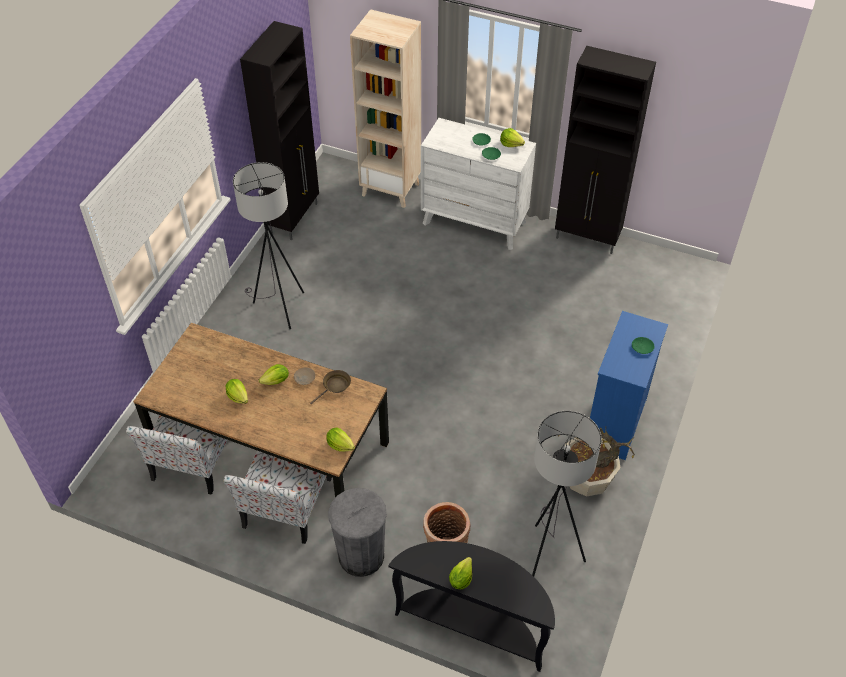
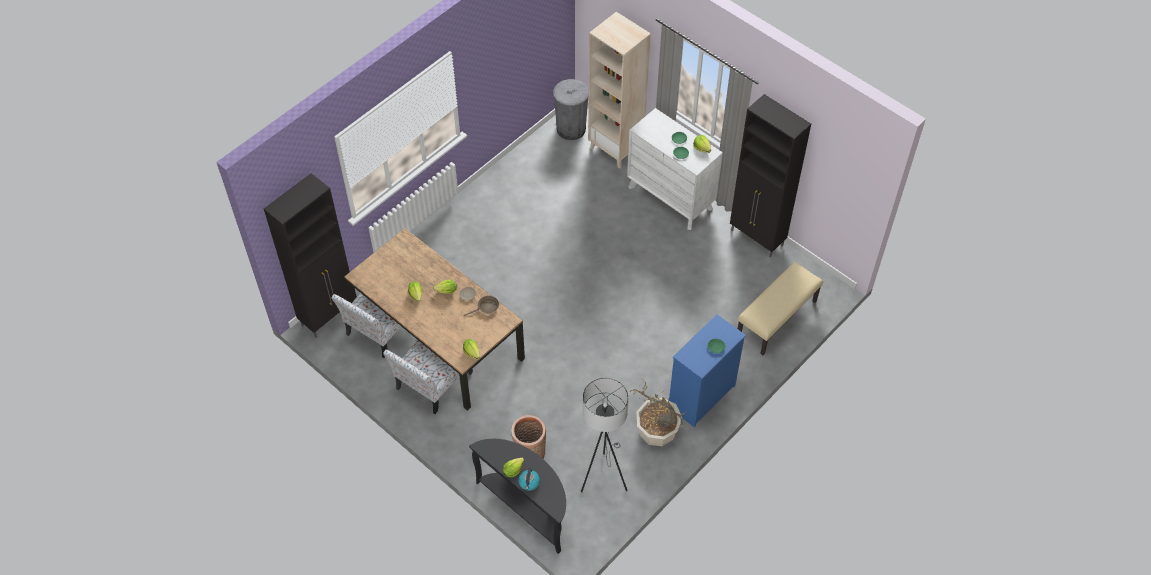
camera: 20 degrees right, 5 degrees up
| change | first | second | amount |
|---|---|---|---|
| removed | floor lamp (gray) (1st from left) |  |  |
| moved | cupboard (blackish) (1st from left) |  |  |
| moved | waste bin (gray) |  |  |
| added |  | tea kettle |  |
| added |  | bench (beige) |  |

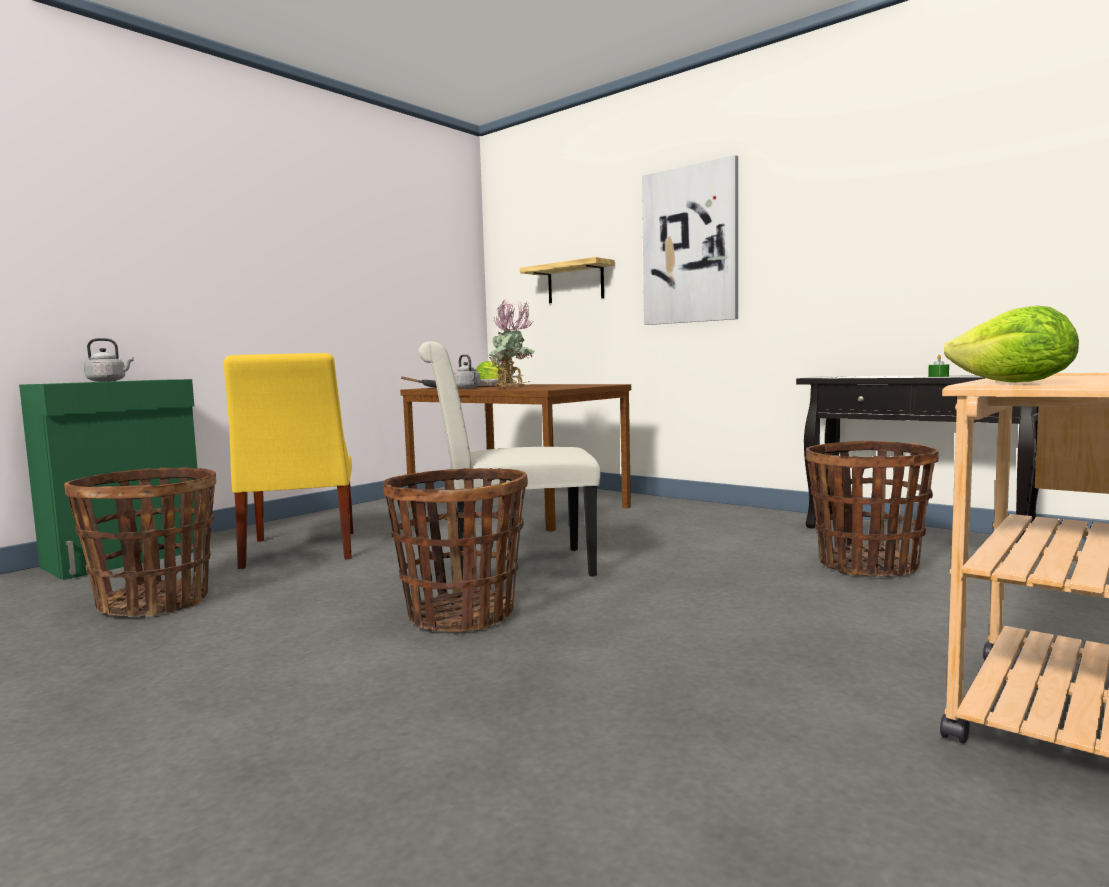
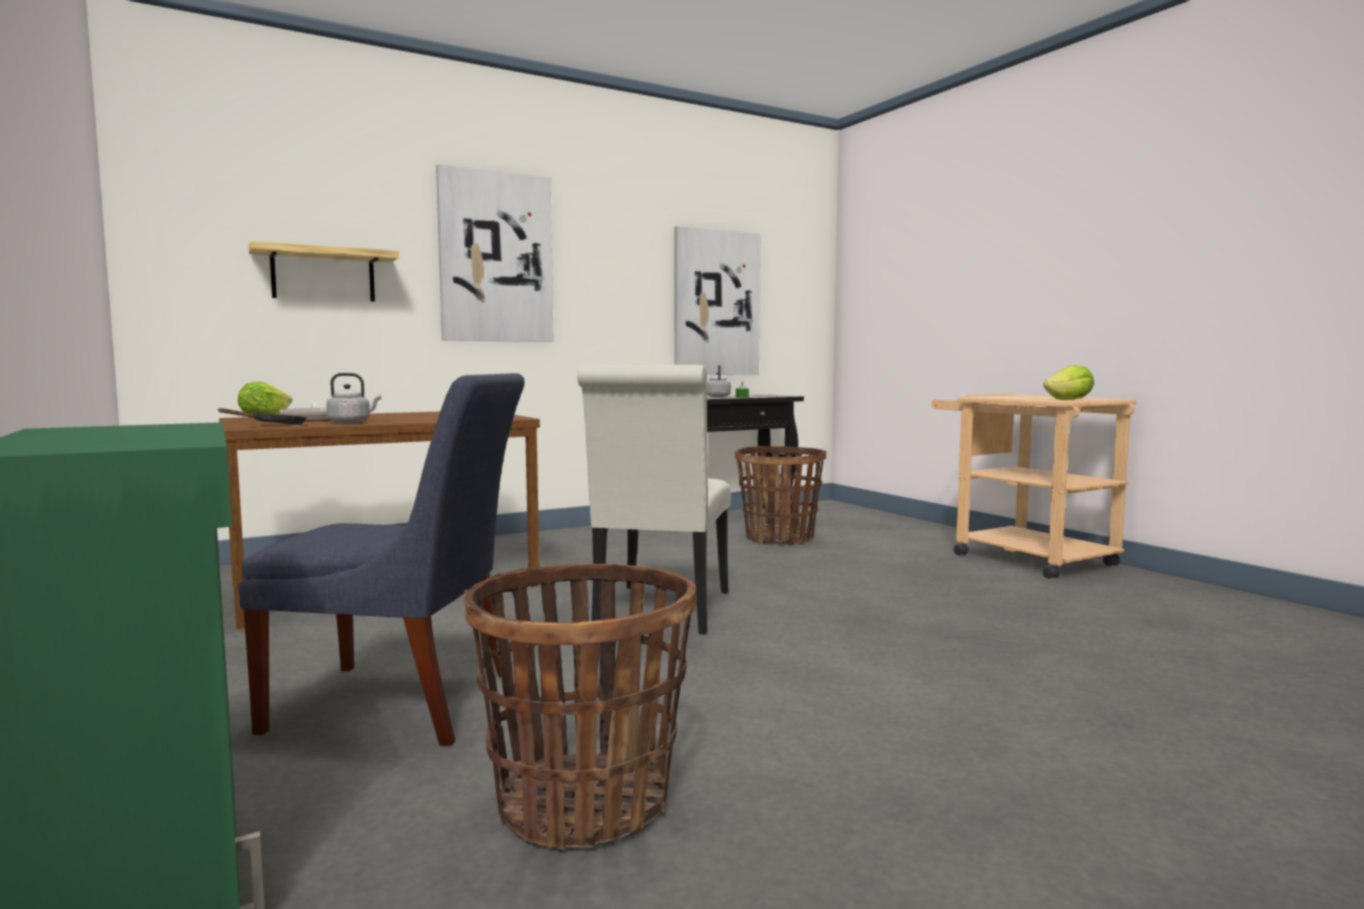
camera: 70 degrees left, 0 degrees up
| change | first | second | amount |
|---|---|---|---|
| moved | tea kettle (gray) (1st from left in the first image) | tea kettle (gray) (2nd from left) |  |
| recoloured | chair (yellow-coloured) | chair (blue) |  |
| removed | storage basket (2nd from left) |  |  |
| removed | plant in a pot |  |  |
| added |  | wall picture (2nd from left) |  |

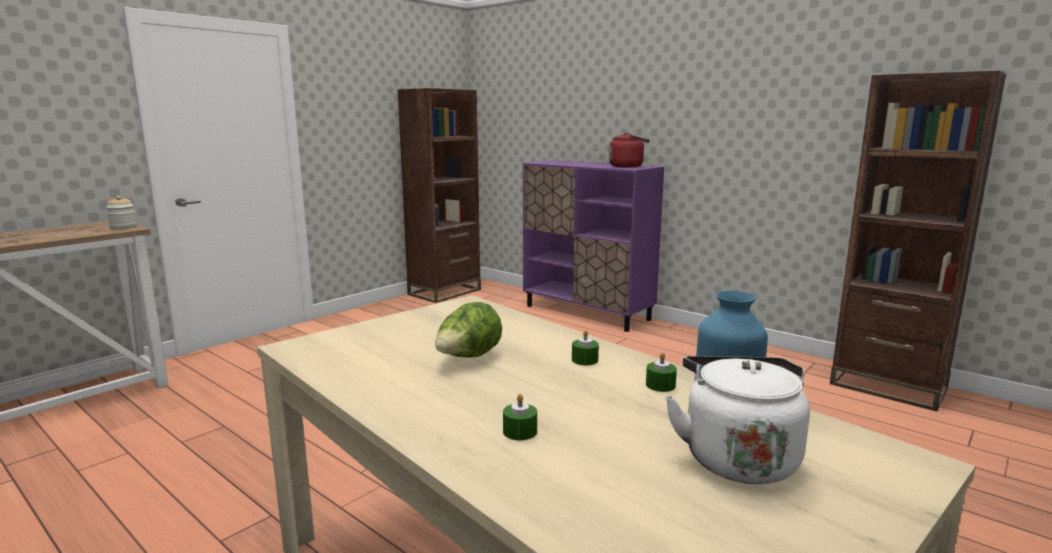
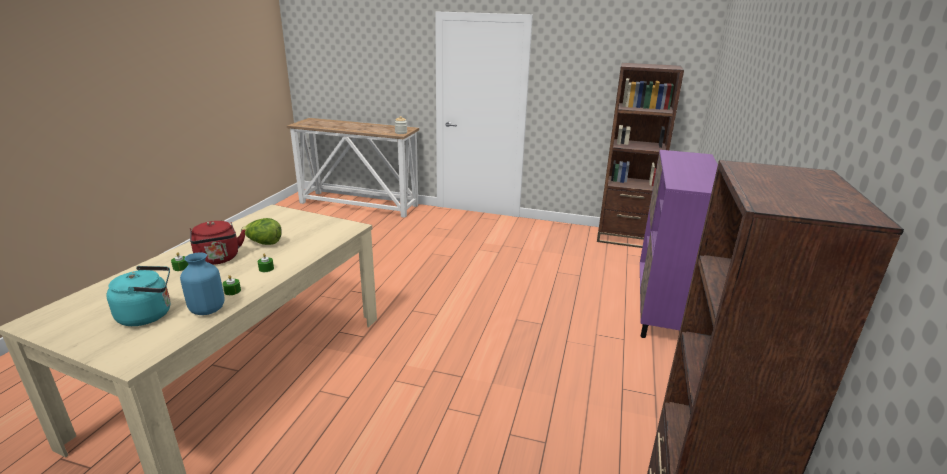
camera: 65 degrees right, 10 degrees up
| change | first | second | amount |
|---|---|---|---|
| moved | tea kettle (reddish) |  |  |
| recoloured | tea kettle (whitish) | tea kettle (turquoise-coloured) |  |

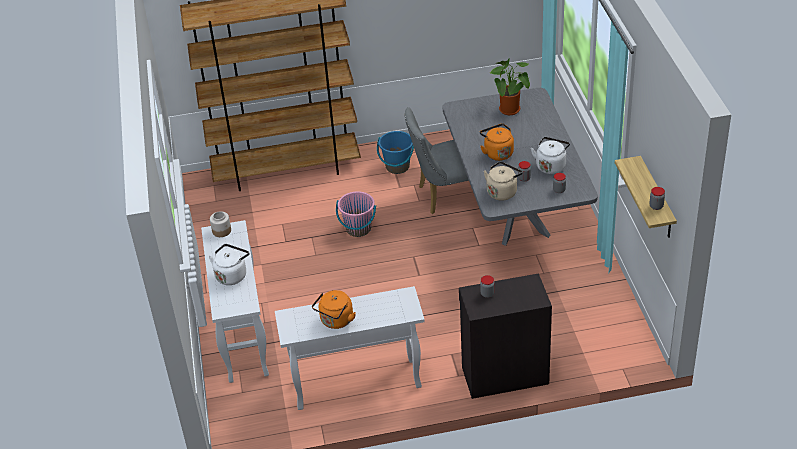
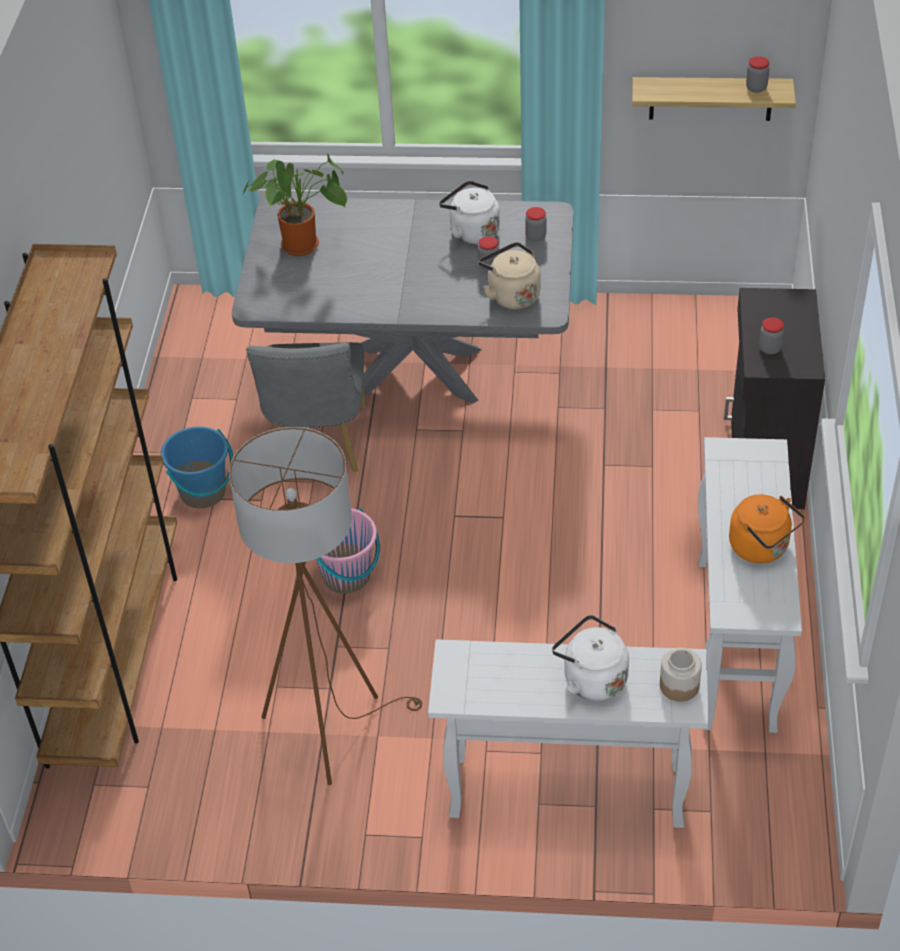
camera: 75 degrees left, 5 degrees up
| change | first | second | amount |
|---|---|---|---|
| moved | jar (1st from left in the first image) | jar (3rd from left) |  |
| removed | tea kettle (orangey) (2nd from left) |  |  |
| added |  | floor lamp (brownish) |  |

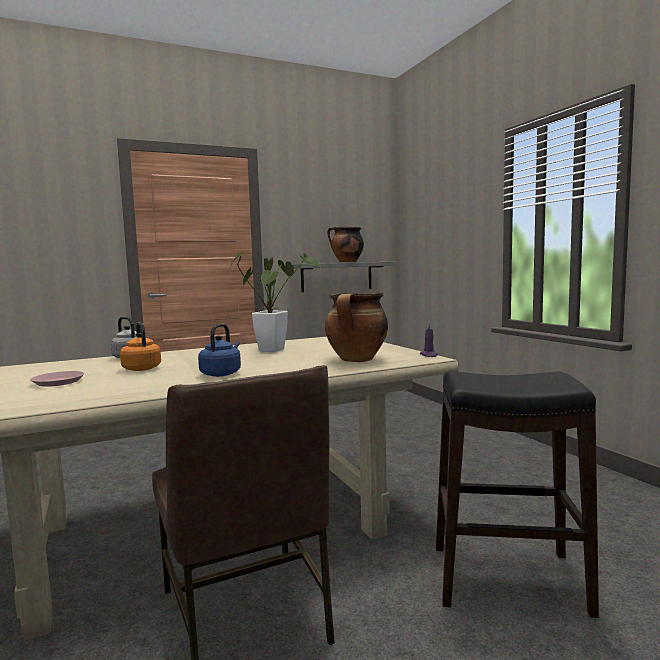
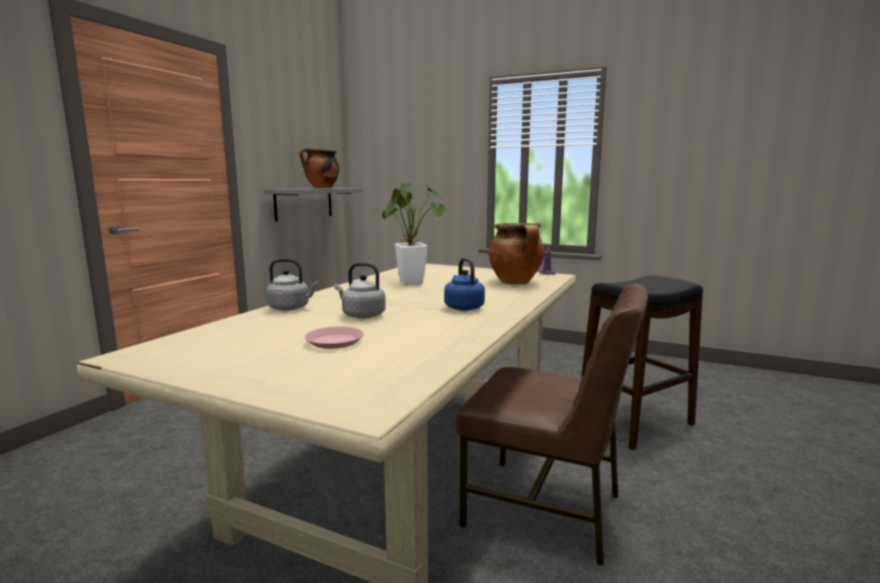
camera: 40 degrees left, 5 degrees up
| change | first | second | amount |
|---|---|---|---|
| recoloured | tea kettle (orangey) | tea kettle (gray) (2nd from left) |  |

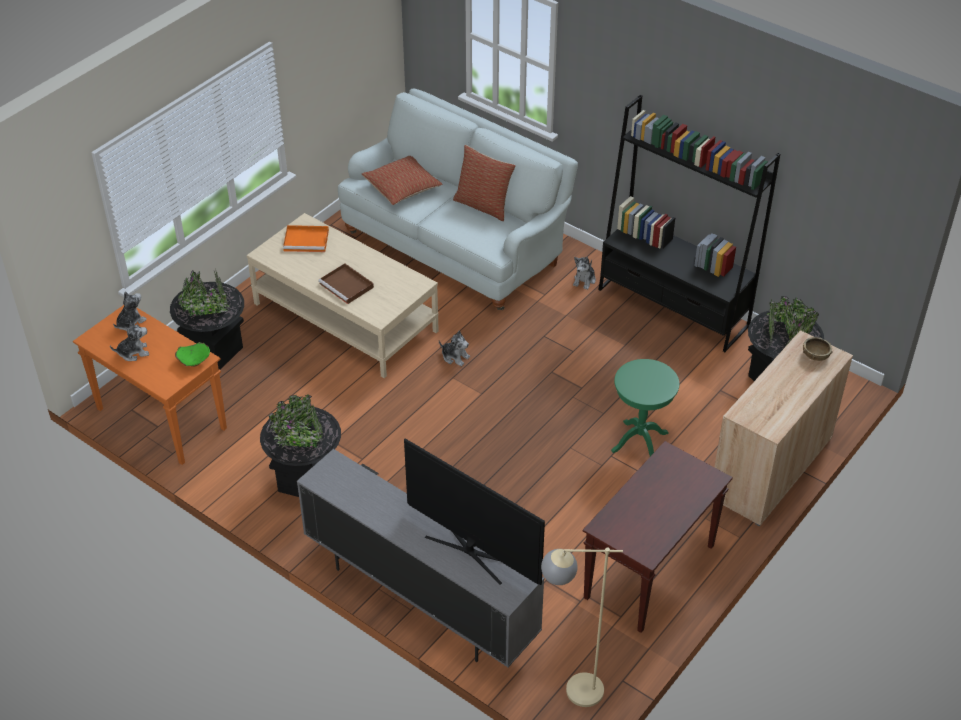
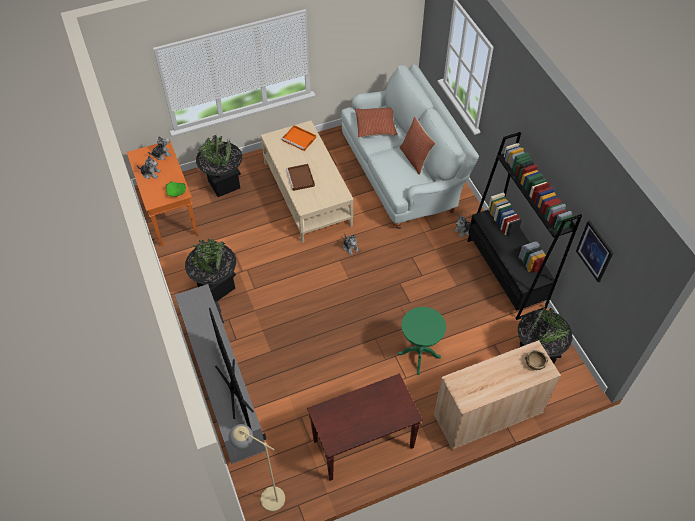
camera: 30 degrees right, 10 degrees up
| change | first | second | amount |
|---|---|---|---|
| added |  | wall picture |  |

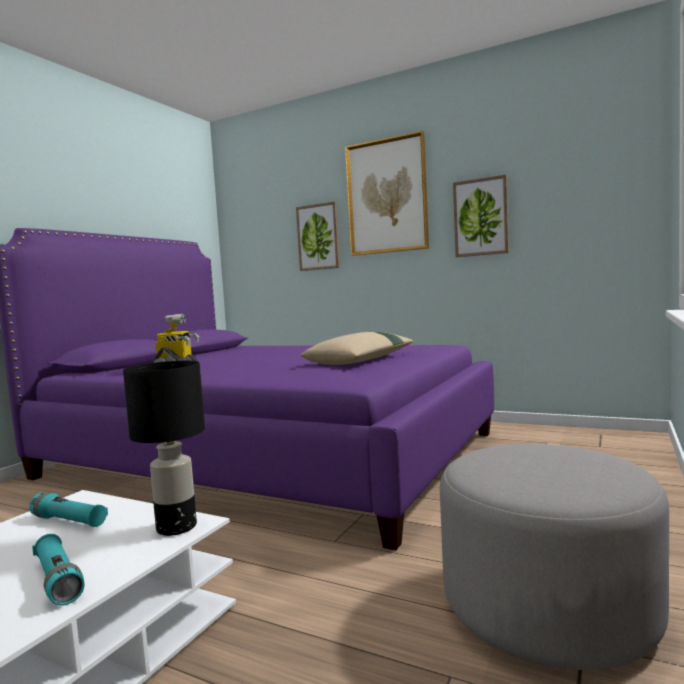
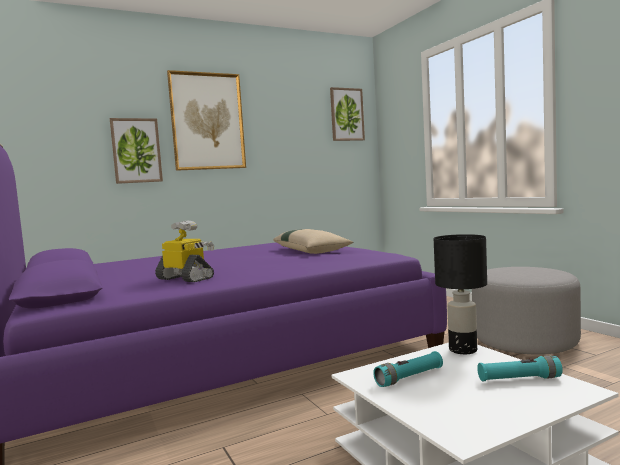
camera: 55 degrees left, 0 degrees up
| change | first | second | amount |
|---|---|---|---|
| moved | wall picture (3rd from left) |  |  |

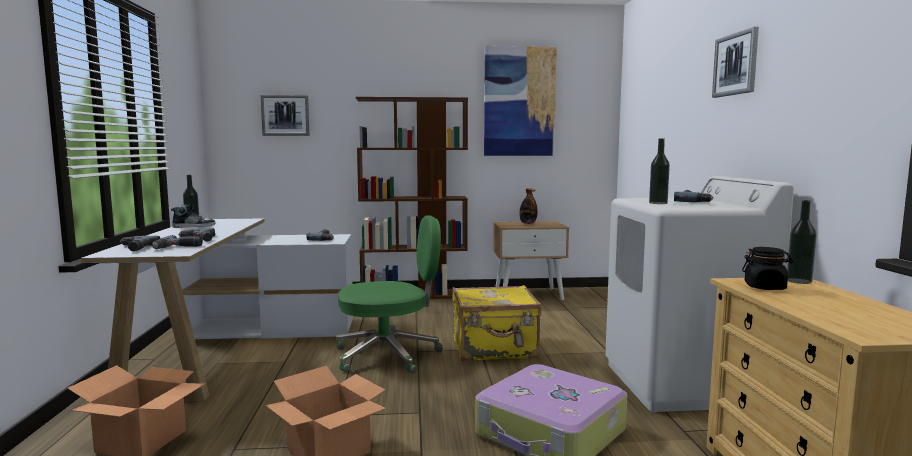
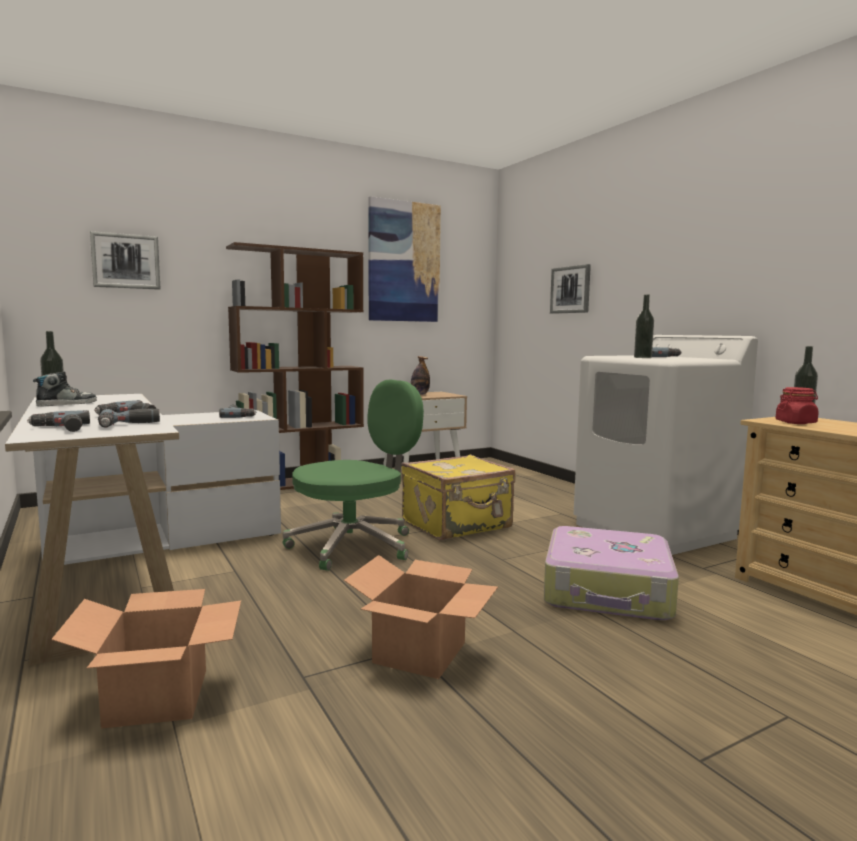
camera: 25 degrees left, 0 degrees up
| change | first | second | amount |
|---|---|---|---|
| moved | wall picture (3rd from left) |  |  |
| recoloured | jar (blackish) | jar (reddish) |  |

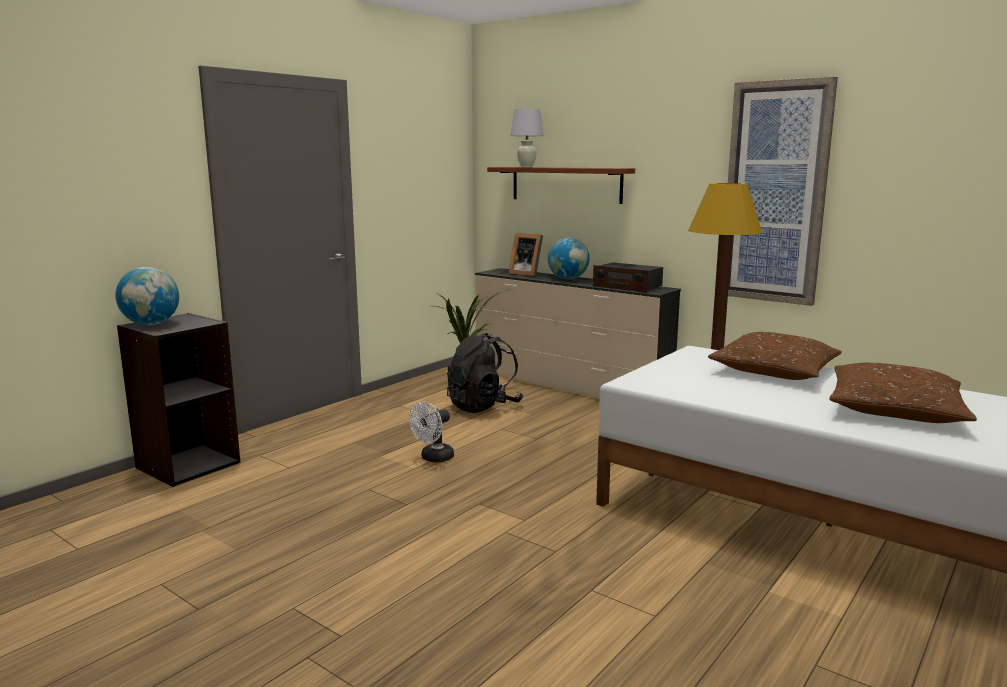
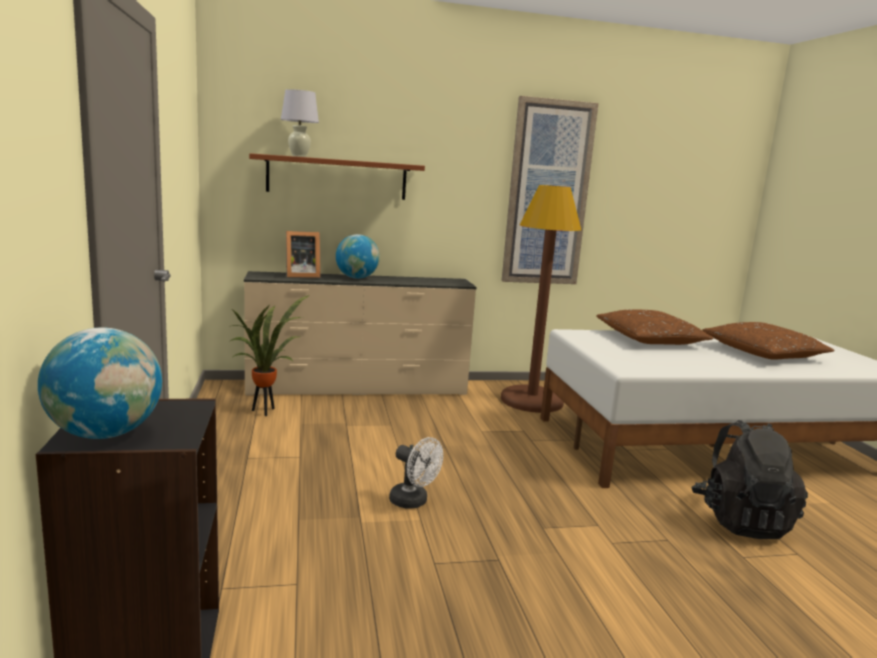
camera: 50 degrees left, 0 degrees up
| change | first | second | amount |
|---|---|---|---|
| turned | cooling fan (whitish) |  | 45 degrees counterclockwise |
| moved | knapsack (blackish) |  |  |
| removed | radio set |  |  |

